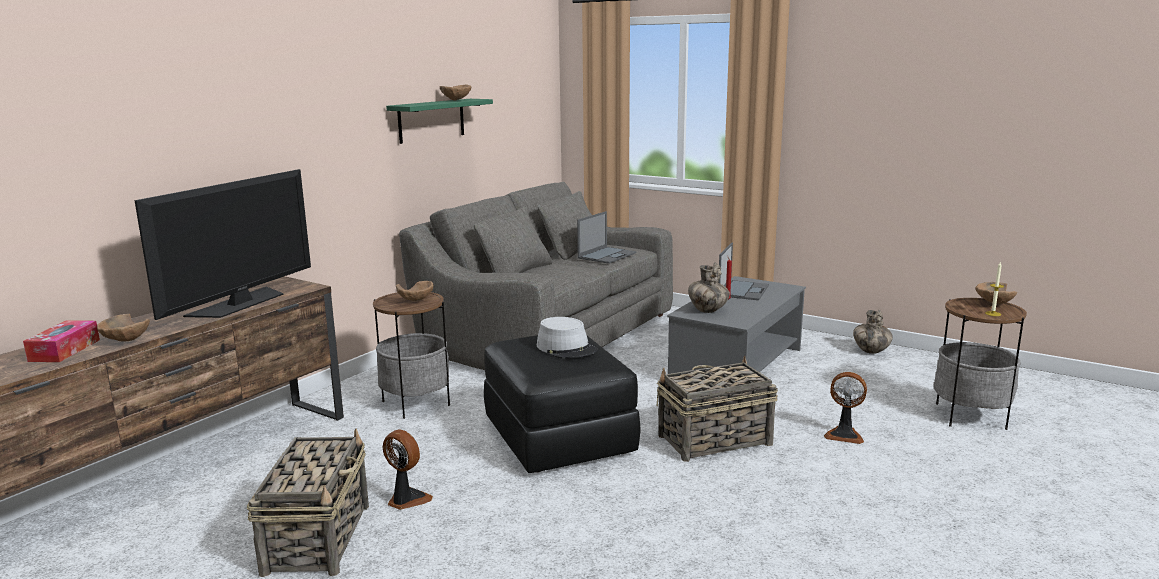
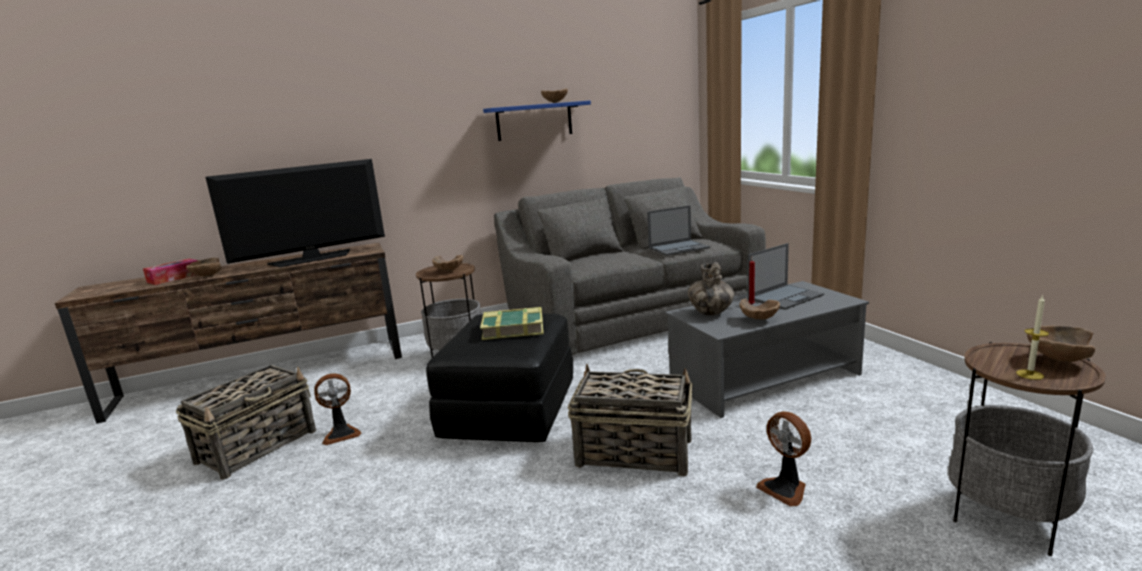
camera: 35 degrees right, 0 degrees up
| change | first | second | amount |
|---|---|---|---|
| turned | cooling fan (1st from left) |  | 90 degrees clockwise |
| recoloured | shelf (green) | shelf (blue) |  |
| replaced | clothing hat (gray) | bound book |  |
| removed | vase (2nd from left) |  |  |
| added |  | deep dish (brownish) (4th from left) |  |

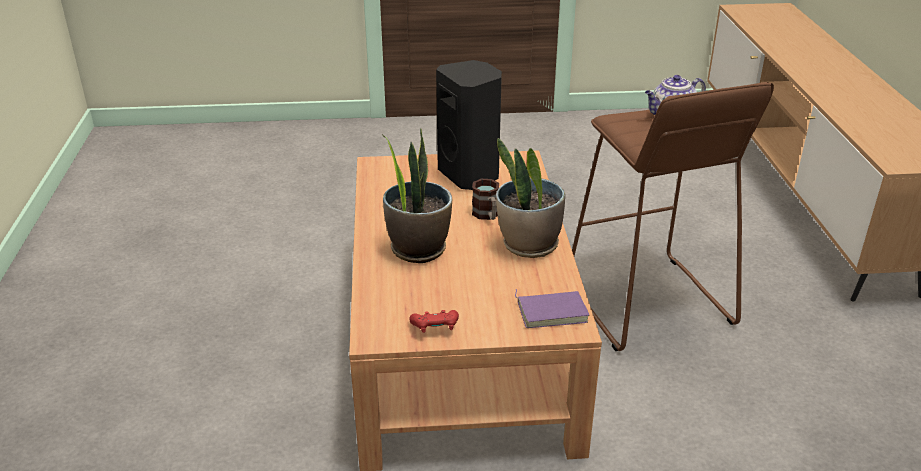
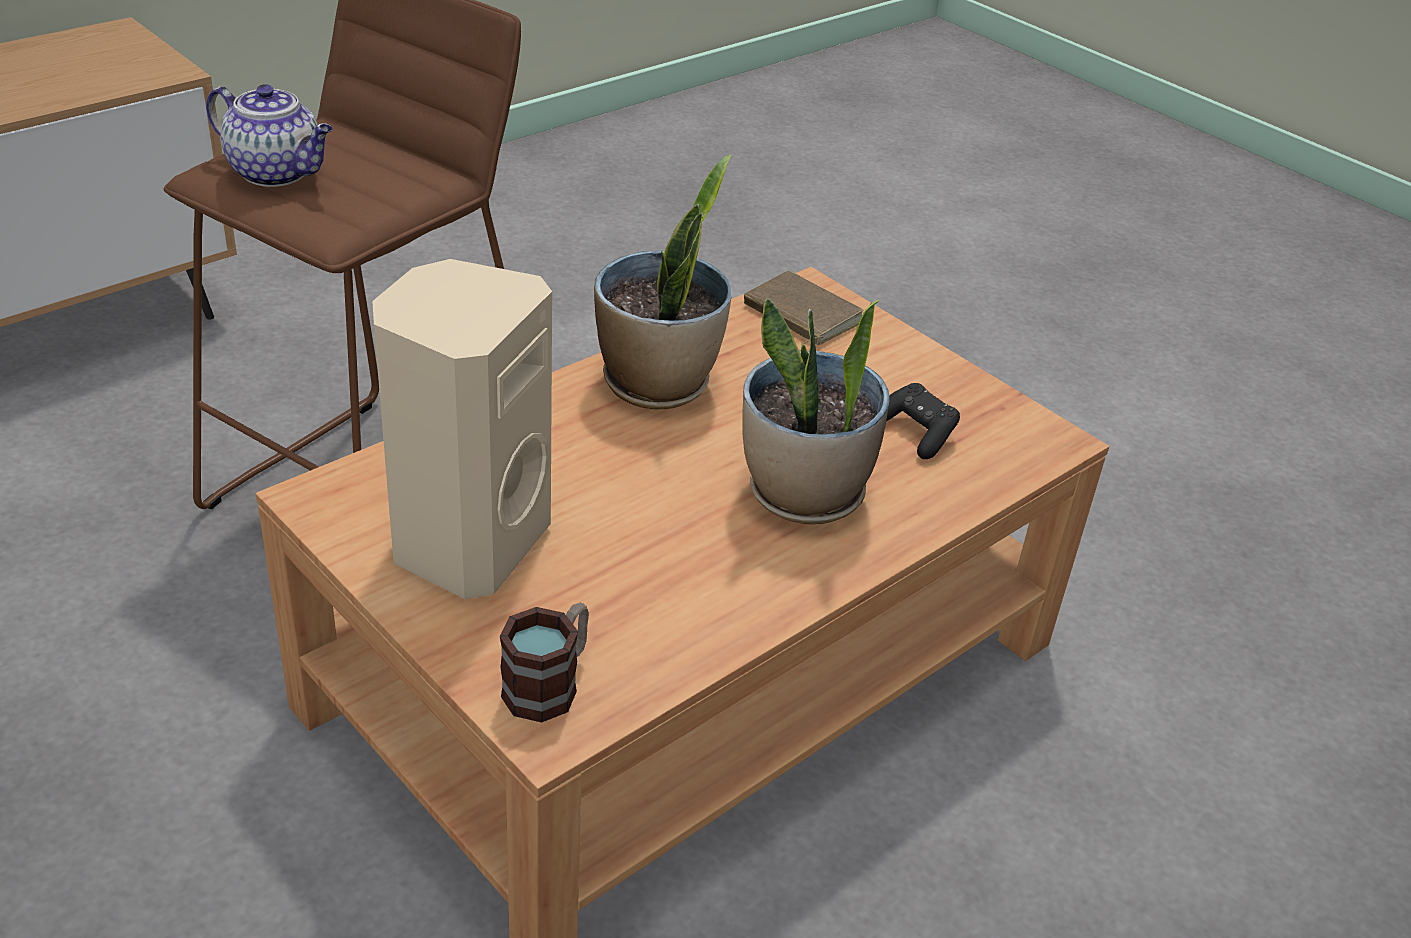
camera: 130 degrees left, 5 degrees up
| change | first | second | amount |
|---|---|---|---|
| removed | joypad (reddish) |  |  |
| recoloured | loudspeaker (blackish) | loudspeaker (beige) |  |
| moved | tea mug |  |  |
| recoloured | bound book (purple) | bound book (brownish) |  |
| added |  | joypad (blackish) |  |

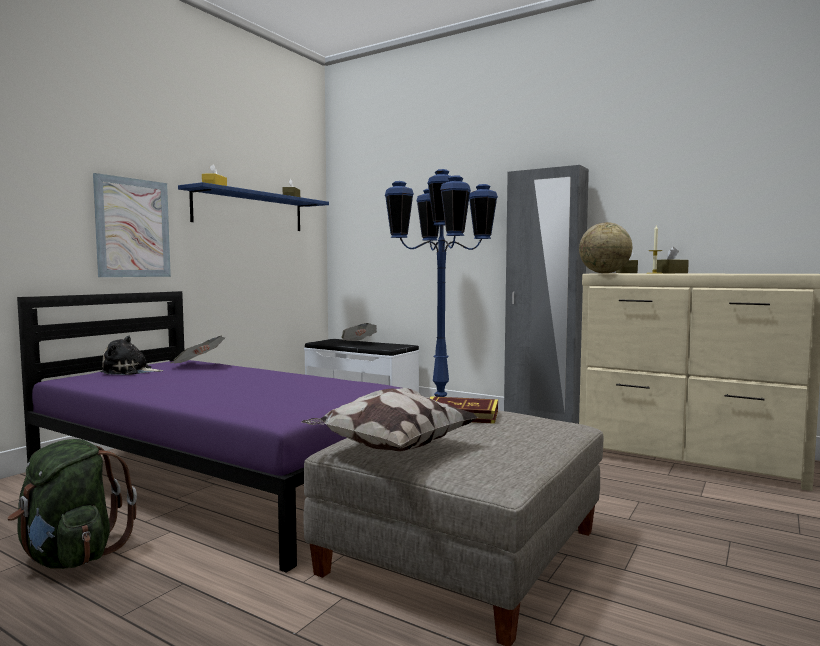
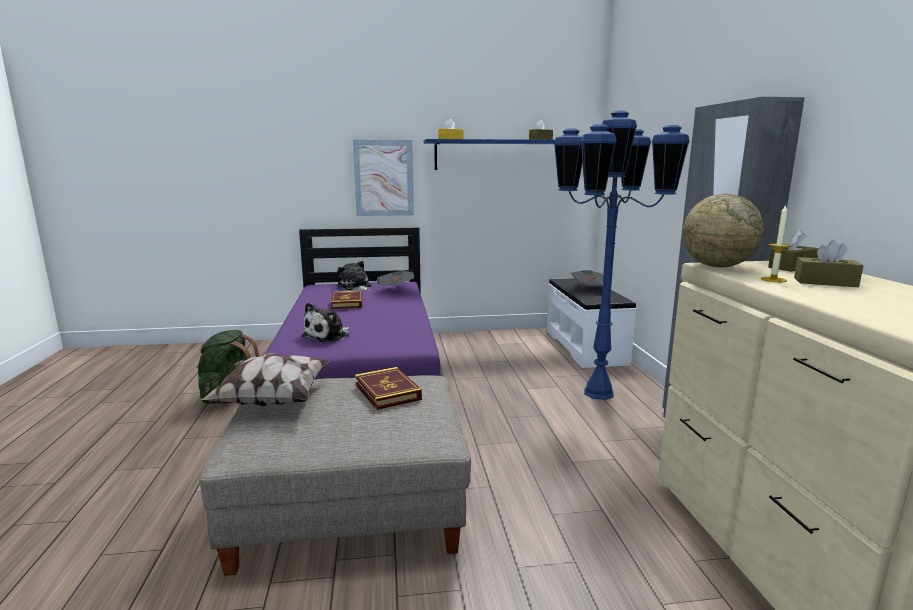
camera: 50 degrees right, 10 degrees up
| change | first | second | amount |
|---|---|---|---|
| added |  | soft toy (1st from left) |  |
| added |  | bound book (1st from left) |  |

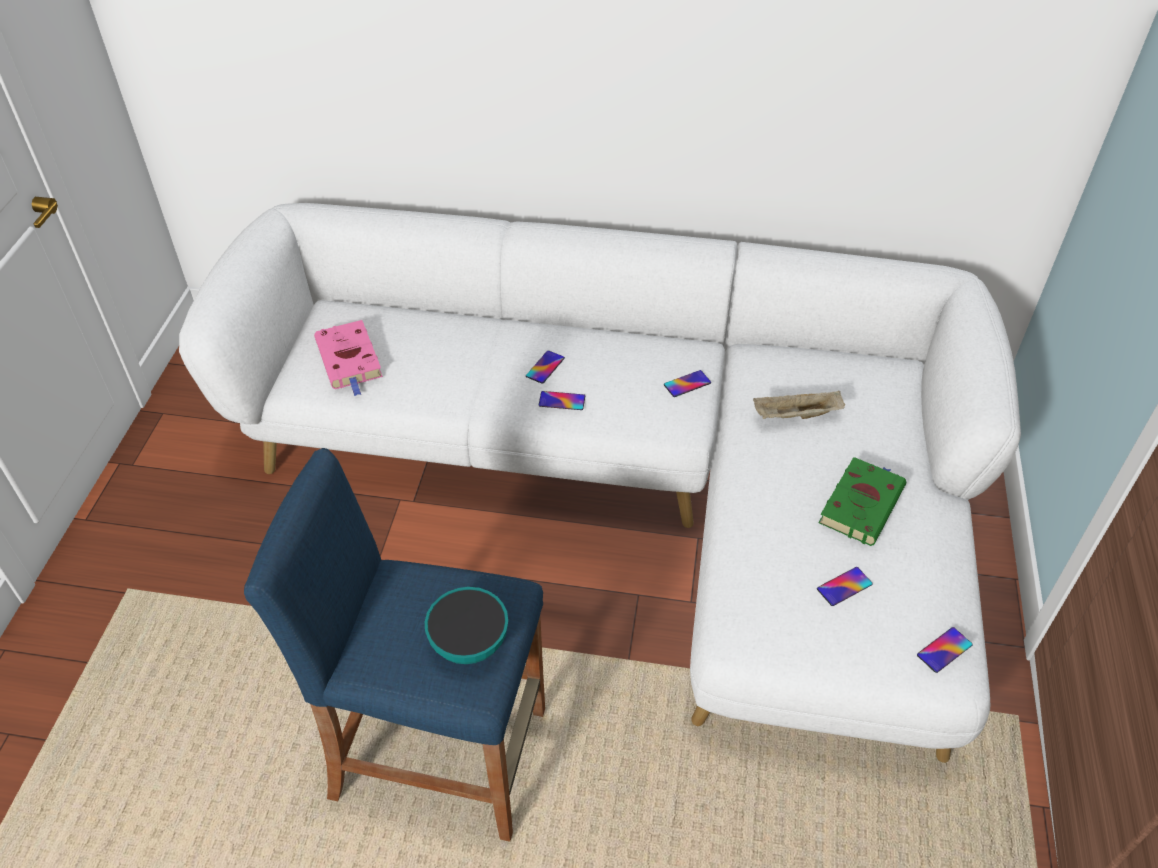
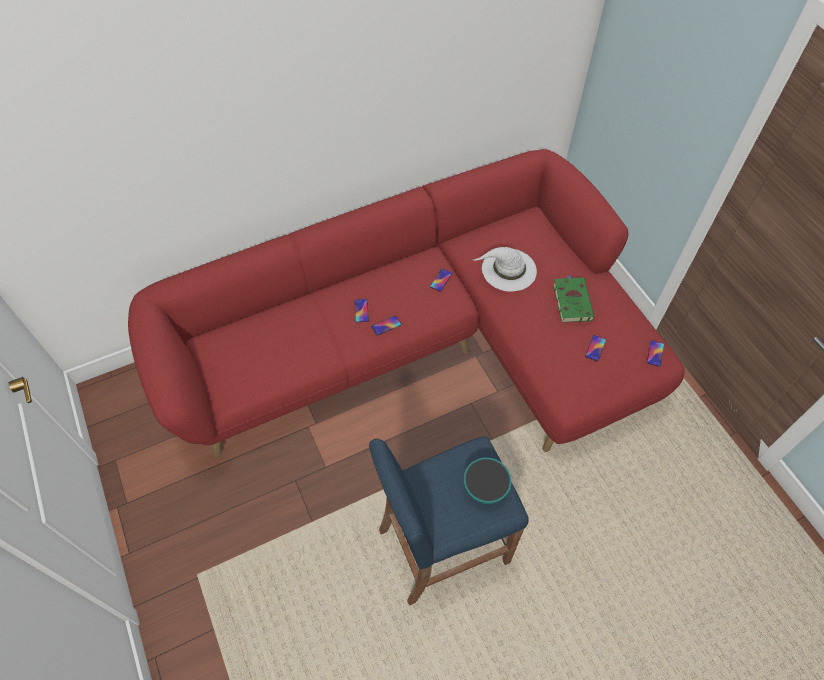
camera: 35 degrees left, 10 degrees up
| change | first | second | amount |
|---|---|---|---|
| recoloured | settee (whitish) | settee (reddish) |  |
| removed | bound book (pink) |  |  |
| replaced | tray (beige) | clothing hat (whitish) |  |

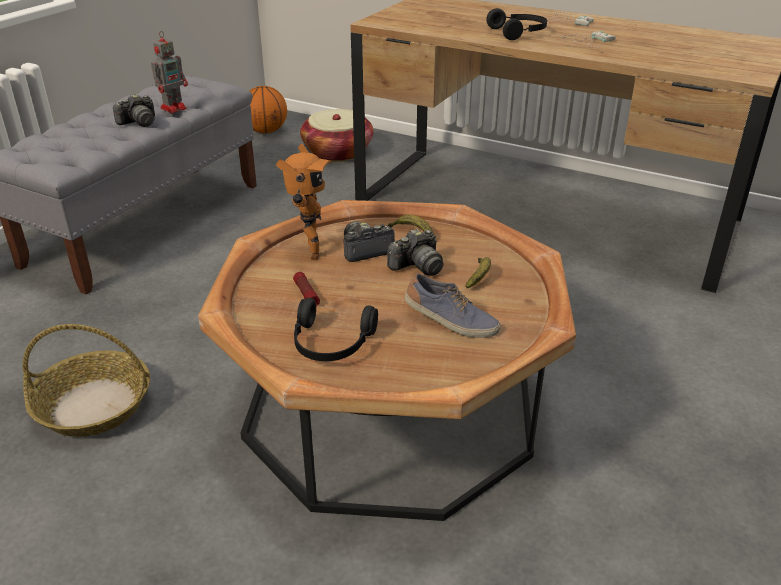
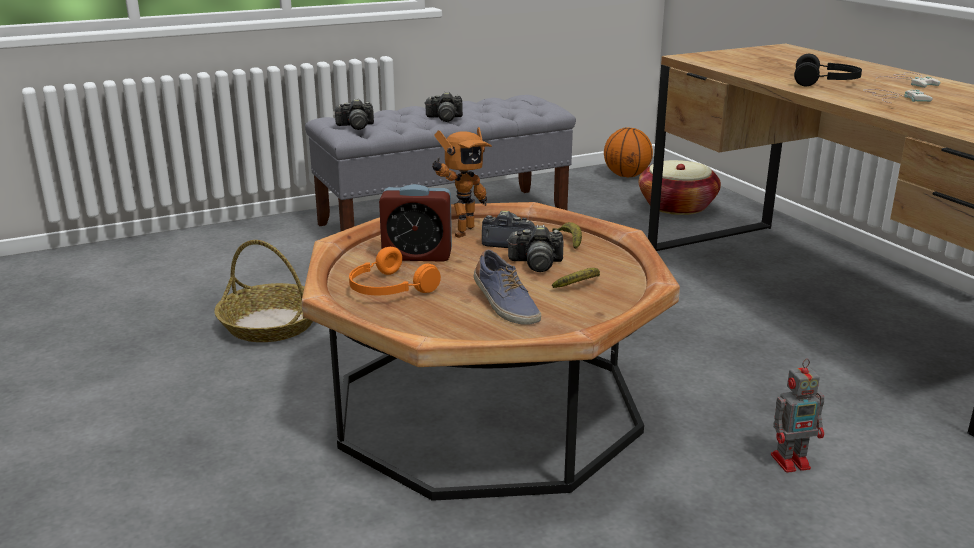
camera: 35 degrees right, 10 degrees down
| change | first | second | amount |
|---|---|---|---|
| moved | model robot (1st from left in the first image) | model robot (2nd from left) |  |
| replaced | flashlight | alarm clock |  |
| recoloured | pair of headphones (blackish) (1st from left) | pair of headphones (orangey) |  |
| added |  | still camera (1st from left) |  |

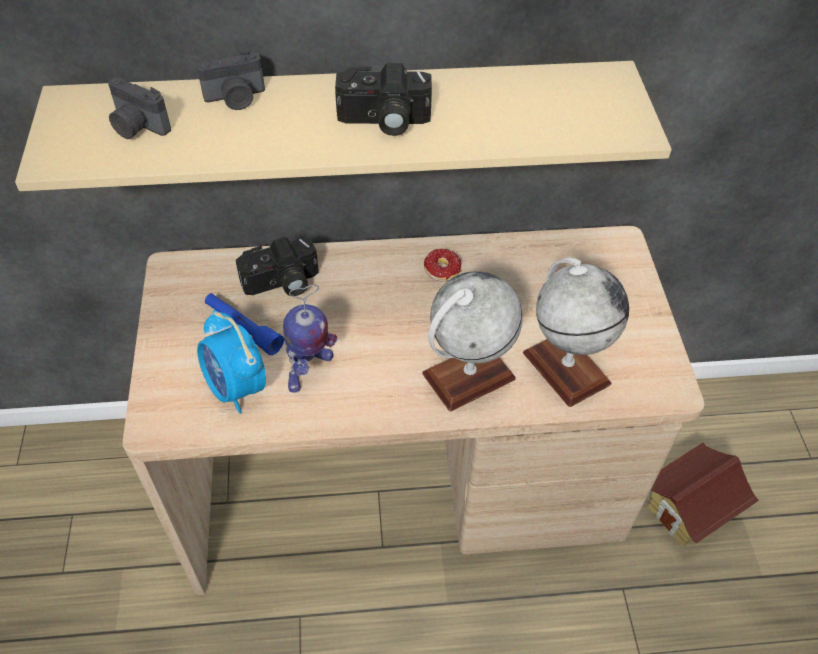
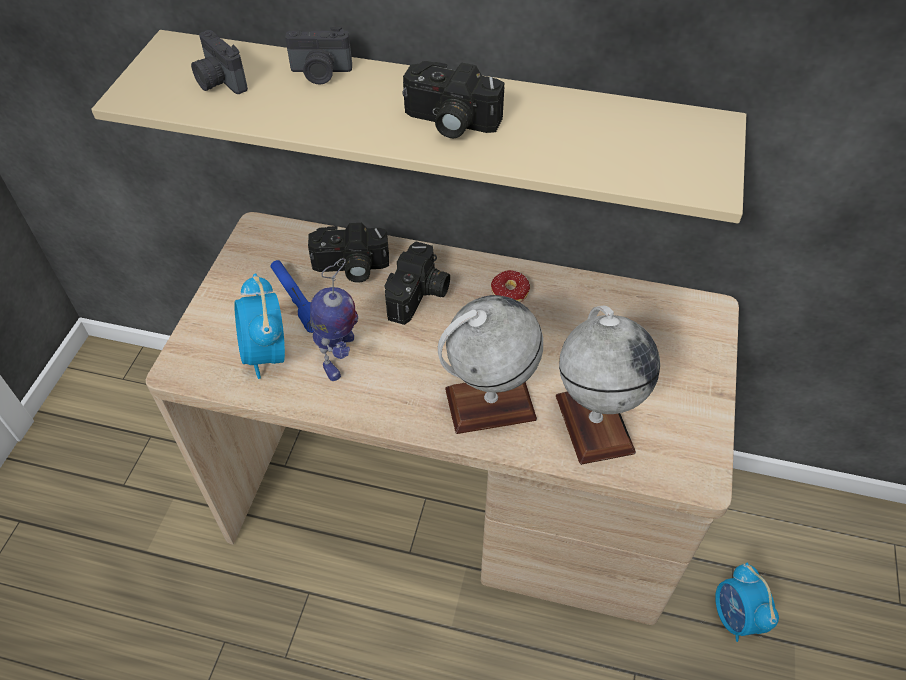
camera: 20 degrees right, 0 degrees up
| change | first | second | amount |
|---|---|---|---|
| turned | model robot |  | 45 degrees counterclockwise |
| replaced | model house | alarm clock (2nd from left) |  |
| added |  | still camera (4th from left) |  |

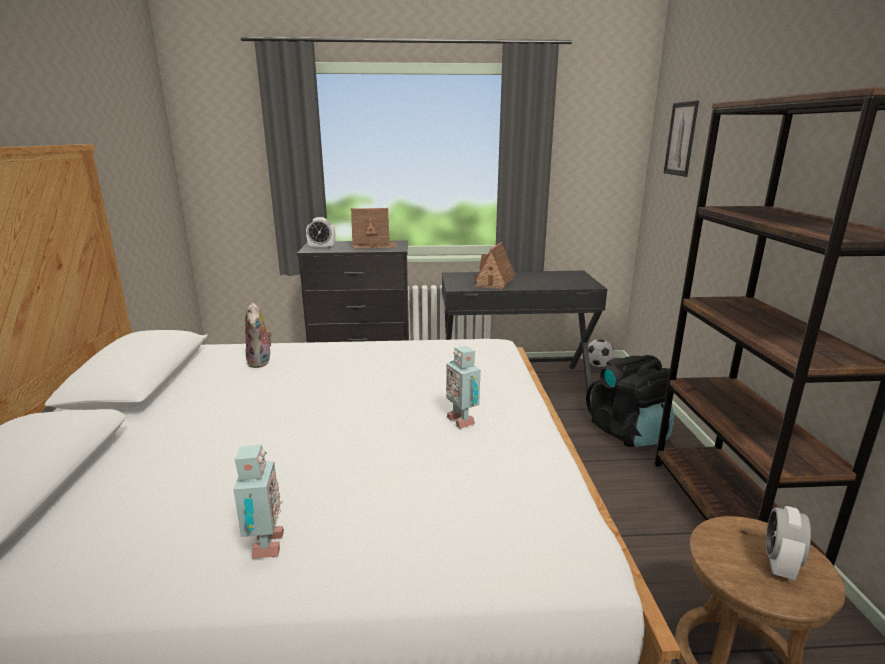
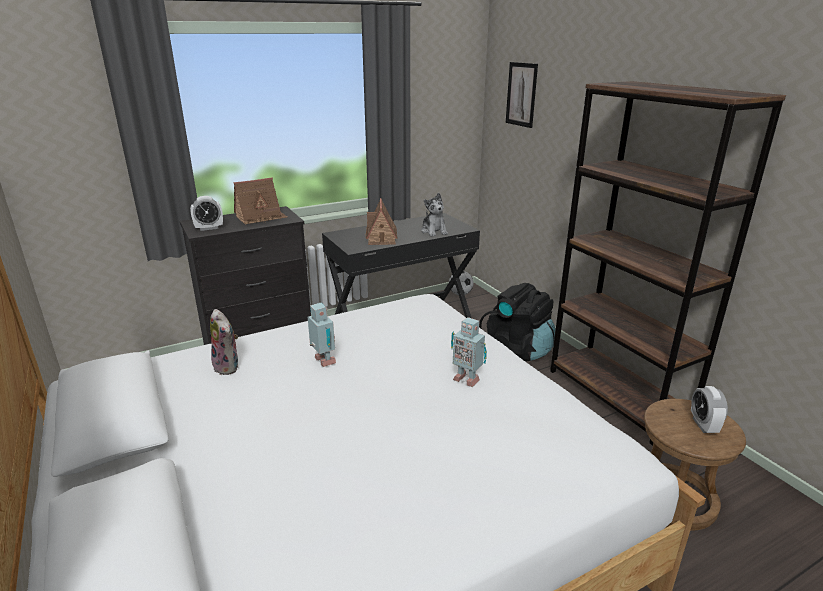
camera: 25 degrees left, 5 degrees up
| change | first | second | amount |
|---|---|---|---|
| moved | model robot (1st from left) |  |  |
| added |  | soft toy (2nd from left) |  |

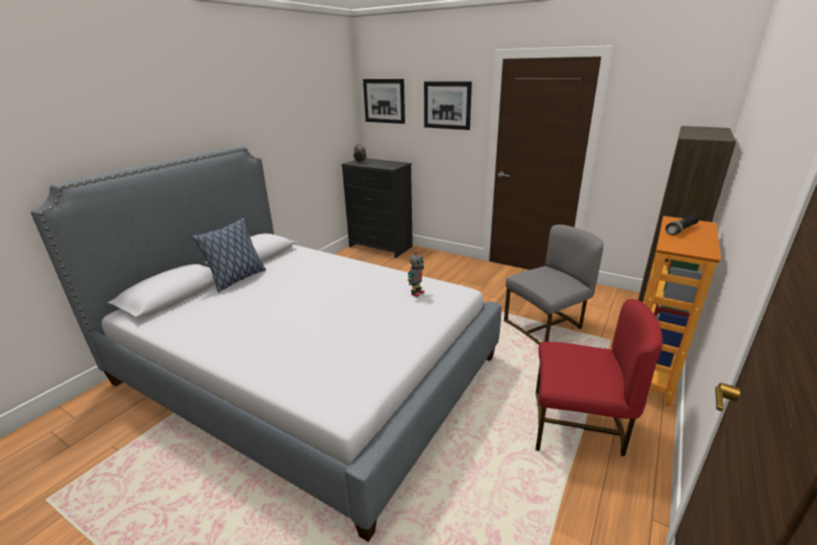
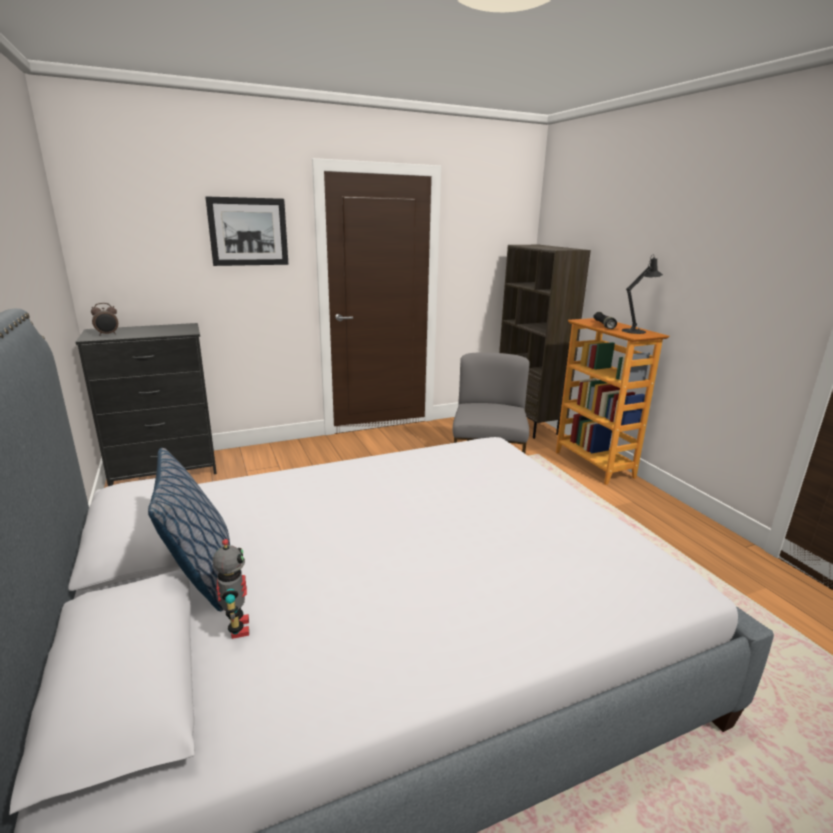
camera: 55 degrees left, 5 degrees down
| change | first | second | amount |
|---|---|---|---|
| removed | wall picture (1st from left) |  |  |
| moved | model robot |  |  |
| removed | chair (reddish) |  |  |
| added |  | tabletop lamp (blackish) |  |

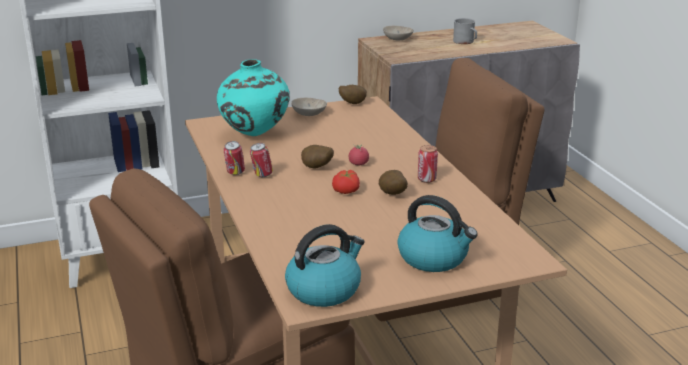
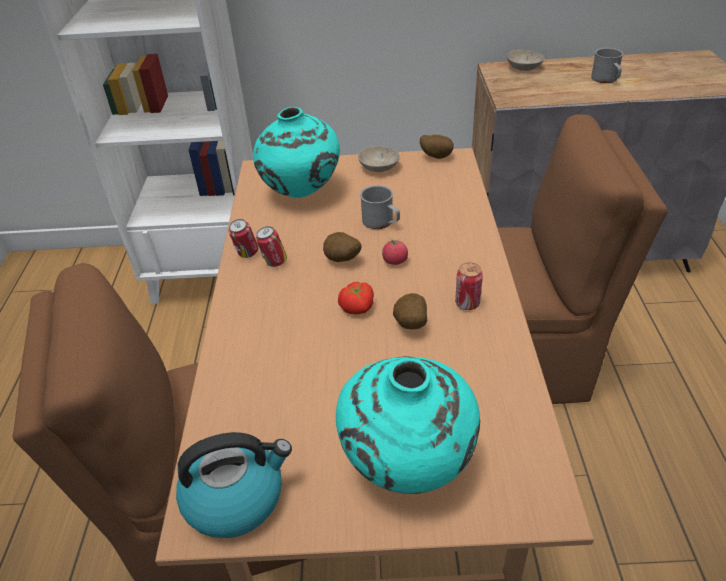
camera: 20 degrees right, 15 degrees up
| change | first | second | amount |
|---|---|---|---|
| replaced | tea kettle (2nd from left) | vase (turquoise-coloured) (2nd from left) |  |
| added |  | tea mug (gray) (1st from left) |  |

